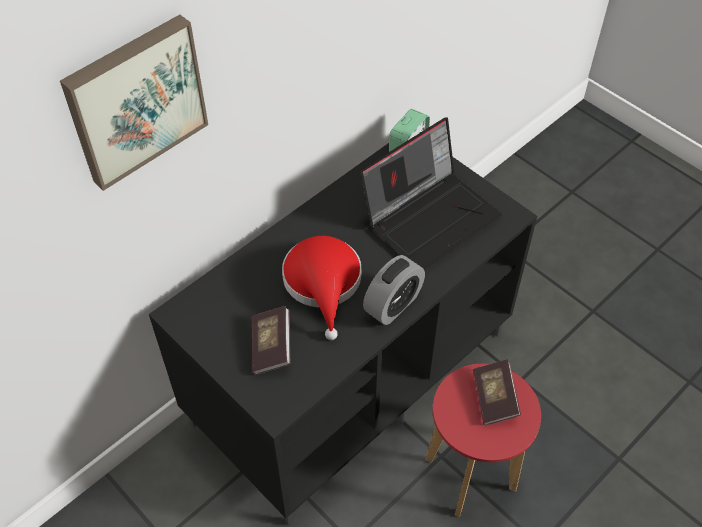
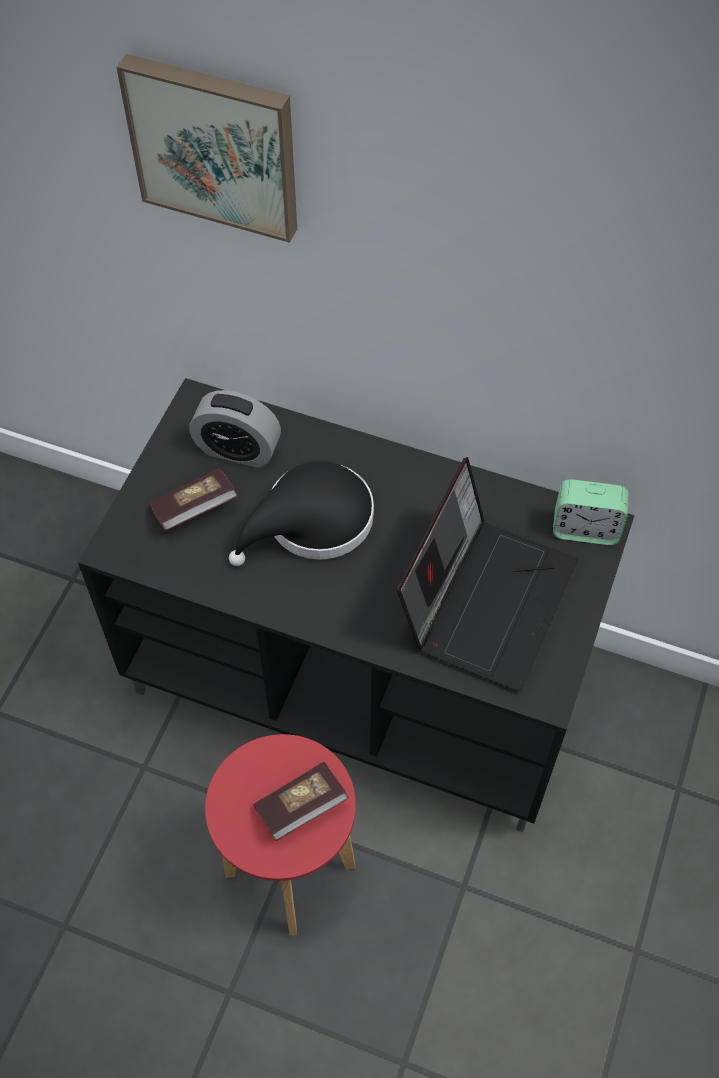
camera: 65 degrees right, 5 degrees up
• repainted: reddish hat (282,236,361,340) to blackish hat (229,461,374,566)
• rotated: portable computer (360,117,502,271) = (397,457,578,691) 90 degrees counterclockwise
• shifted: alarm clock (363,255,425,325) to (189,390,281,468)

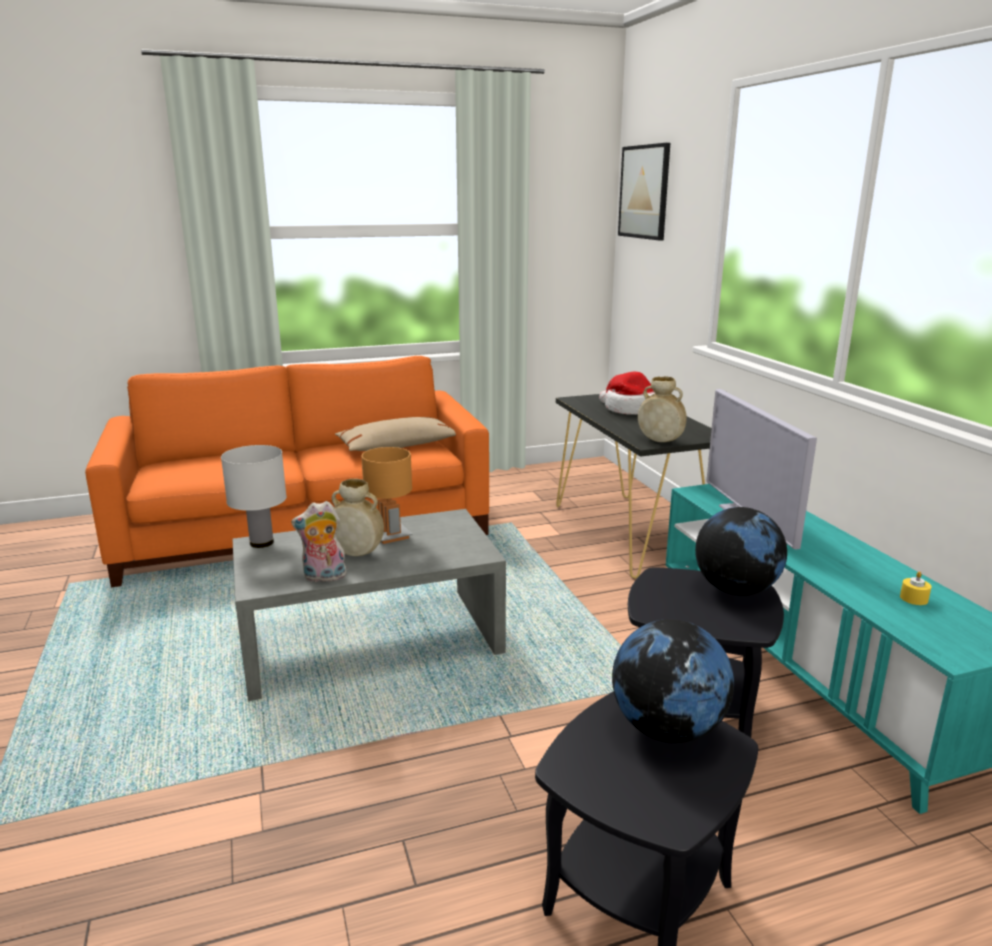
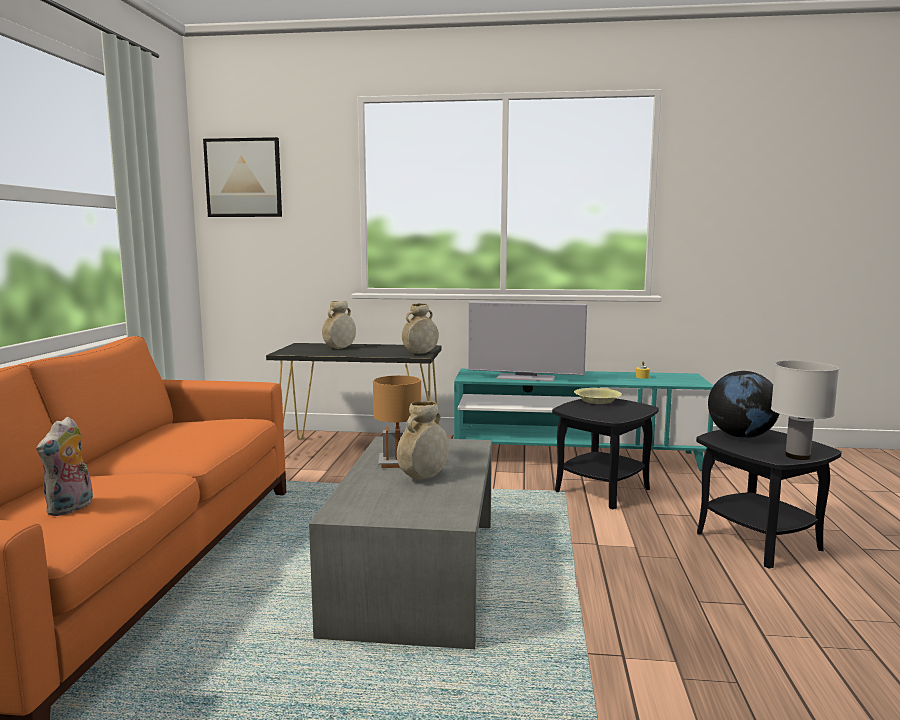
camera: 65 degrees left, 10 degrees down
• shifted: white table lamp (221,445,287,548) to (771,361,839,460)
• shifted: soft toy (291,501,347,582) to (36,417,93,516)
• gone: sand-coloured cushion (335,417,456,451)
• swapped: hat (599,372,655,415) to sand-coloured vase (322,301,356,349)
• swapped: desk globe (695,507,787,596) to yellow serving bowl (574,388,622,404)

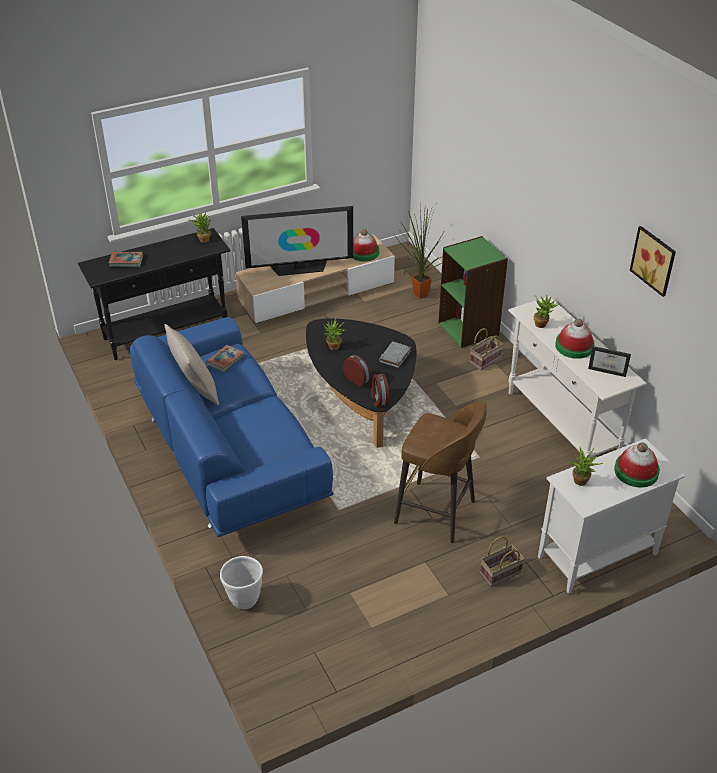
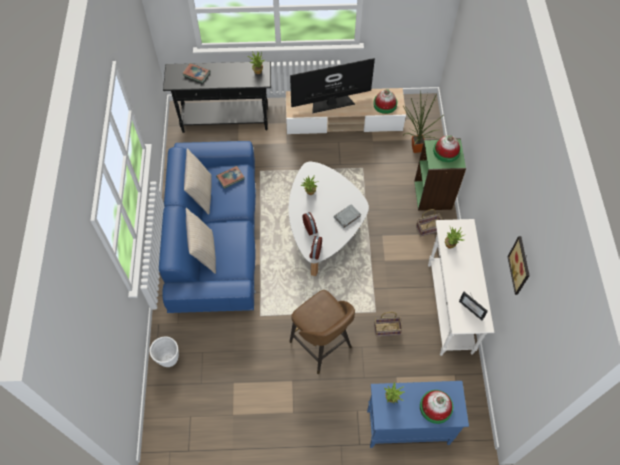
camera: 25 degrees right, 20 degrees up
• rotated: TV set (241,206,353,276) = (290,58,375,113) 150 degrees clockwise
• repainted: blackish coffee table (306,318,416,448) to white coffee table (288,162,369,276)
• shifted: household basket (480,536,525,587) to (374,312,403,336)
• repainted: white storage cabinet (538,438,685,594) to bluish storage cabinet (367,381,469,448)
• shifted: hat (555,319,595,359) to (433,135,461,162)
• new: sand-coloured cushion (186,208,216,274)

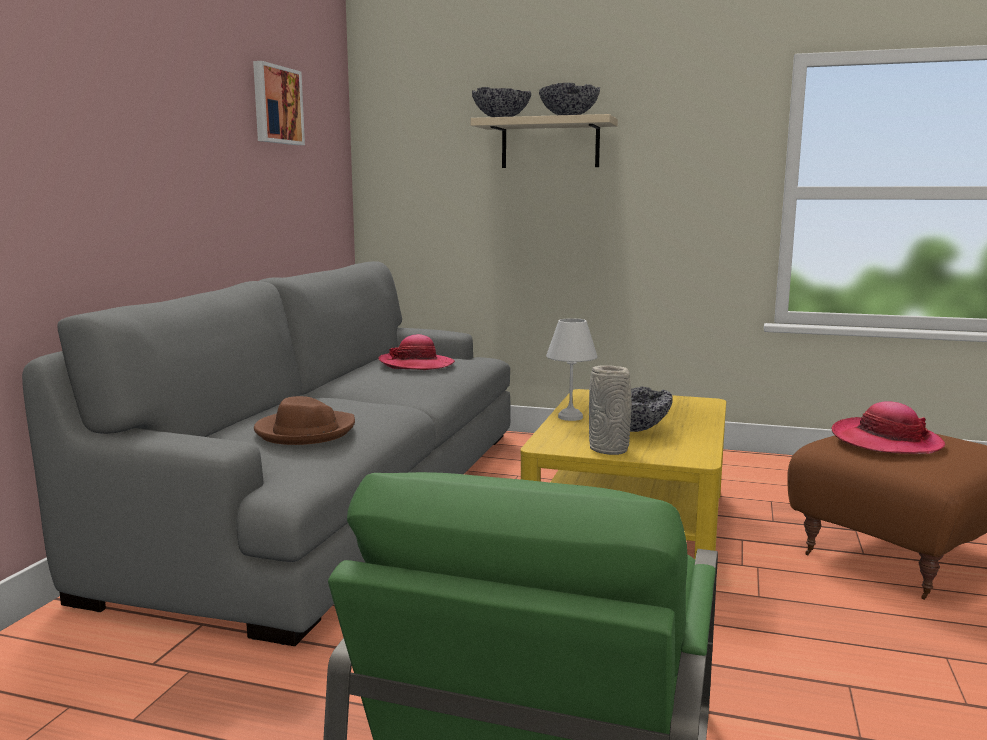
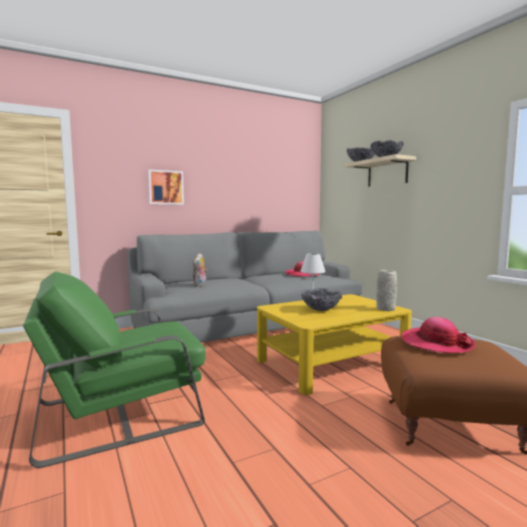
camera: 45 degrees right, 5 degrees down
• shifted: picture (253,61,305,145) to (148,170,184,205)
• swapped: brownish hat (254,396,355,445) to soft toy (193,253,207,287)
• shifted: gray vase (589,365,632,455) to (376,270,397,311)

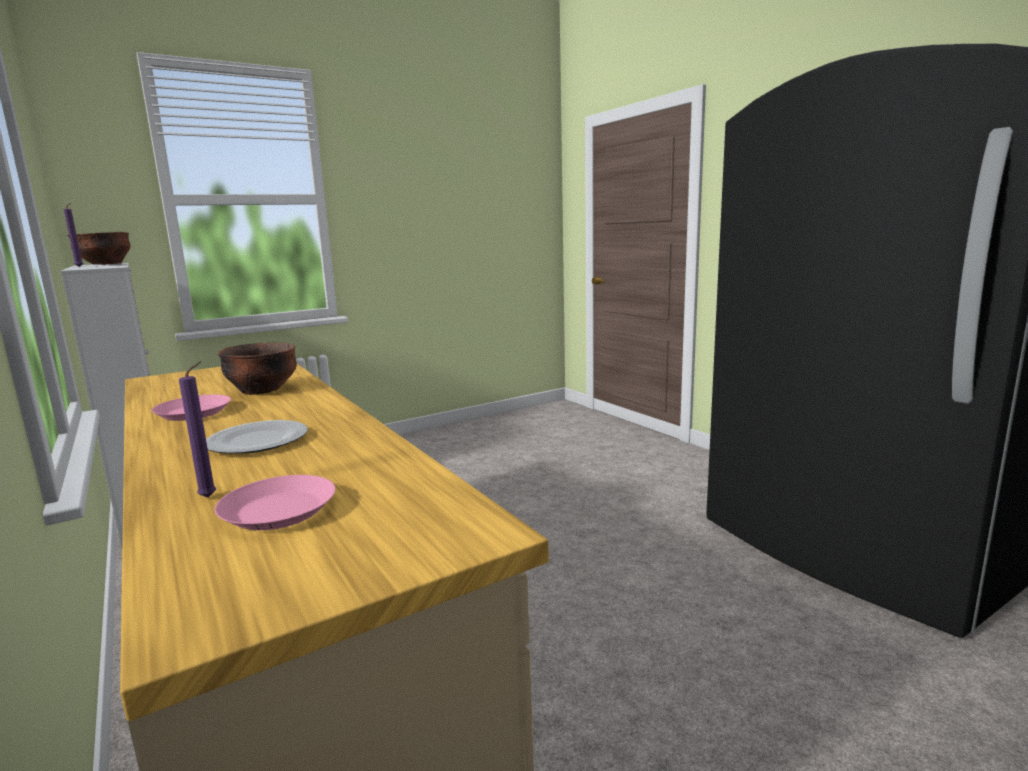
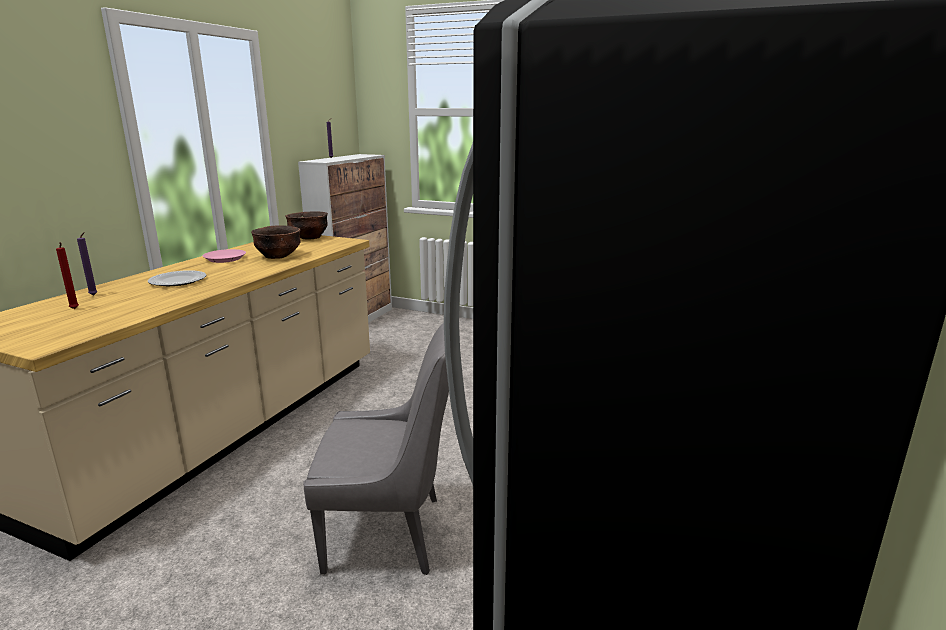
camera: 55 degrees right, 5 degrees up
• shifted: brownish serving bowl (67,232,131,265) to (285,211,328,240)
• swapped: pinkish plate (215,475,335,530) to reddish wax candle (56,242,79,309)
• new: gray upright chair (303,323,449,575)

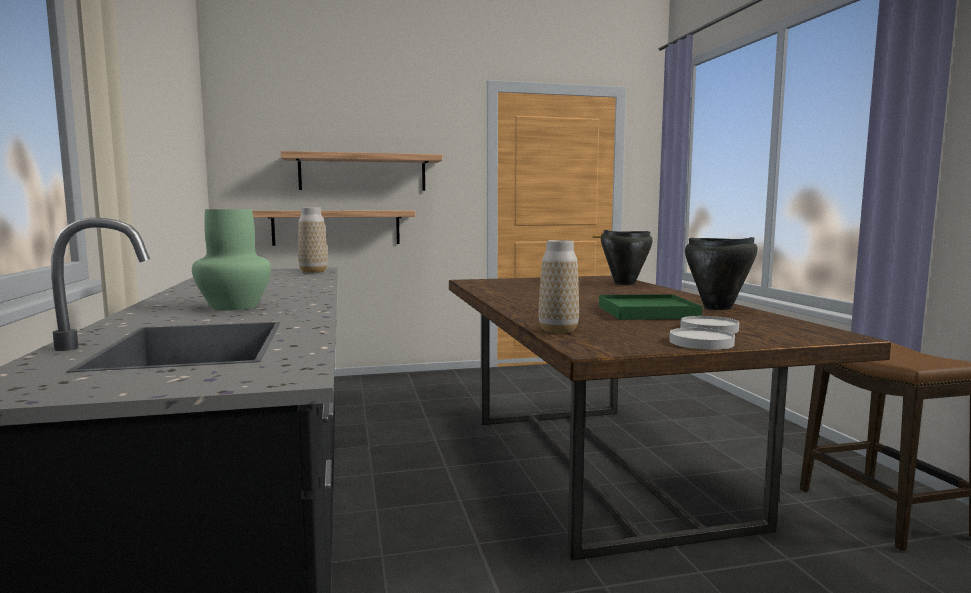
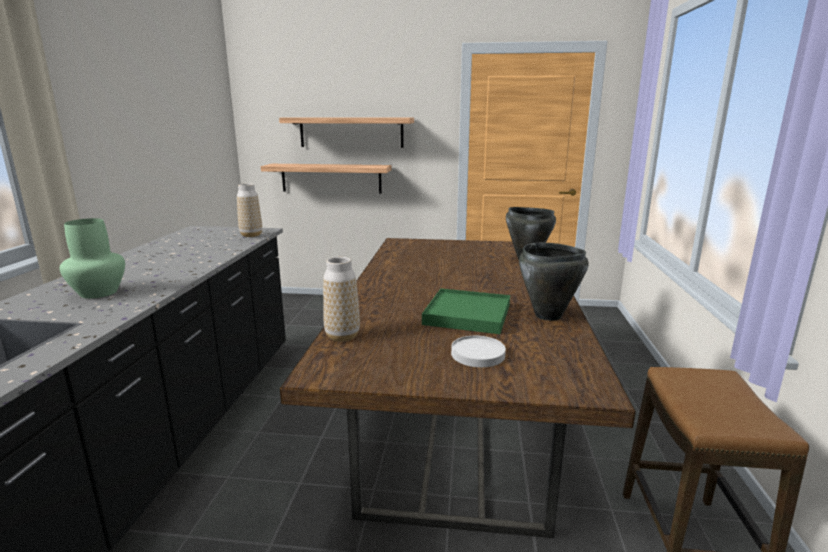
camera: 20 degrees right, 10 degrees up
• gone: white plate (669,328,735,350)

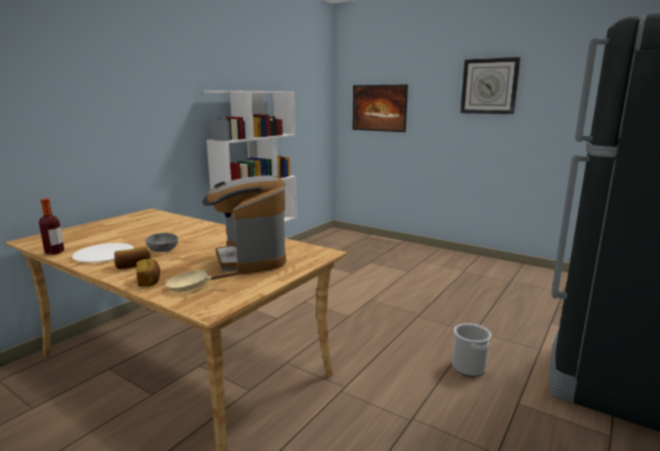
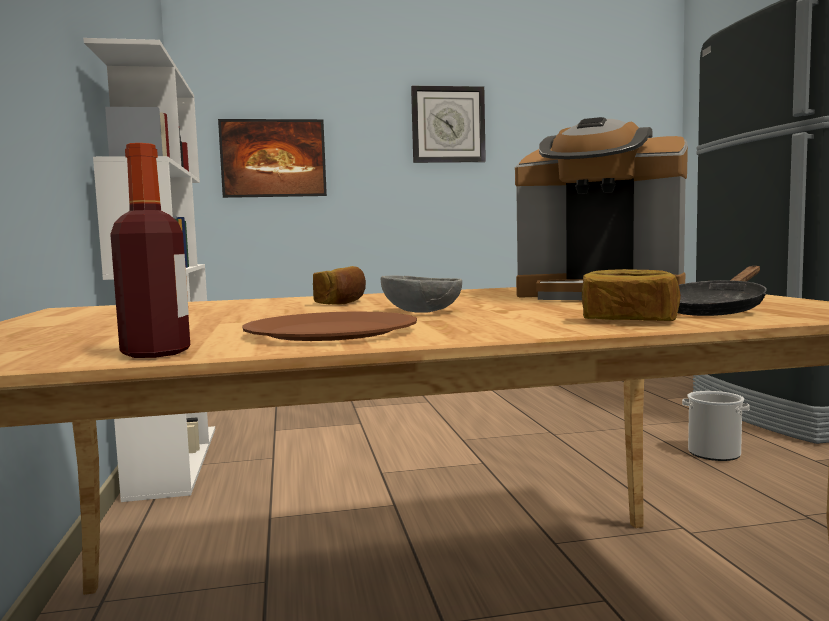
camera: 45 degrees left, 10 degrees down
• repainted: white plate (72,243,134,263) to brownish plate (242,311,417,341)
• shifted: bread (114,247,151,269) to (313,266,366,305)
• repainted: sand-coloured frying pan (166,270,239,292) to blackish frying pan (678,266,767,316)

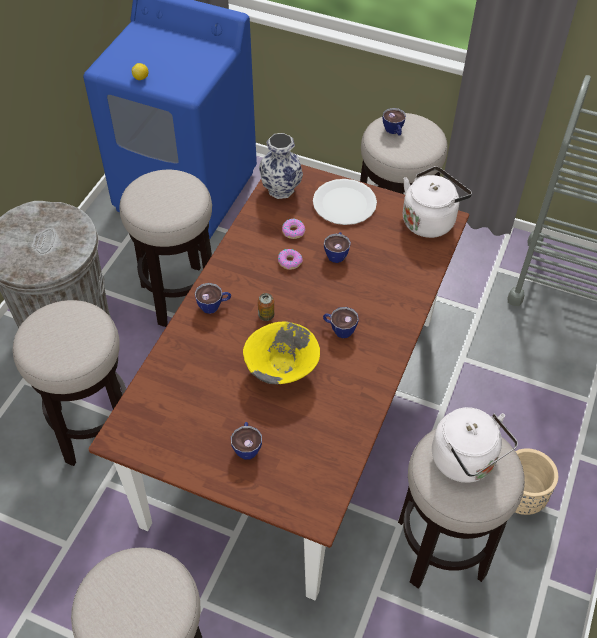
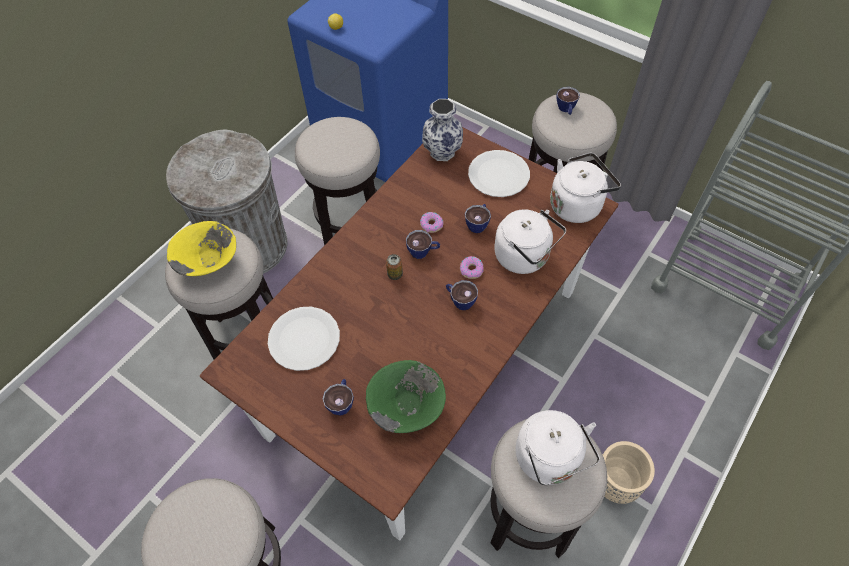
camera: 15 degrees right, 5 degrees up
• shifted: small cup (195,283,231,314) to (406,230,440,259)
• shifted: yellow serving bowl (243,321,320,384) to (167,221,236,276)
• shifted: doughnut (282,219,305,239) to (460,256,484,279)
• new: white plate (268,307,340,371)
• new: green-coloured serving bowl (366,360,446,433)
• new: white kettle (494,209,566,274)

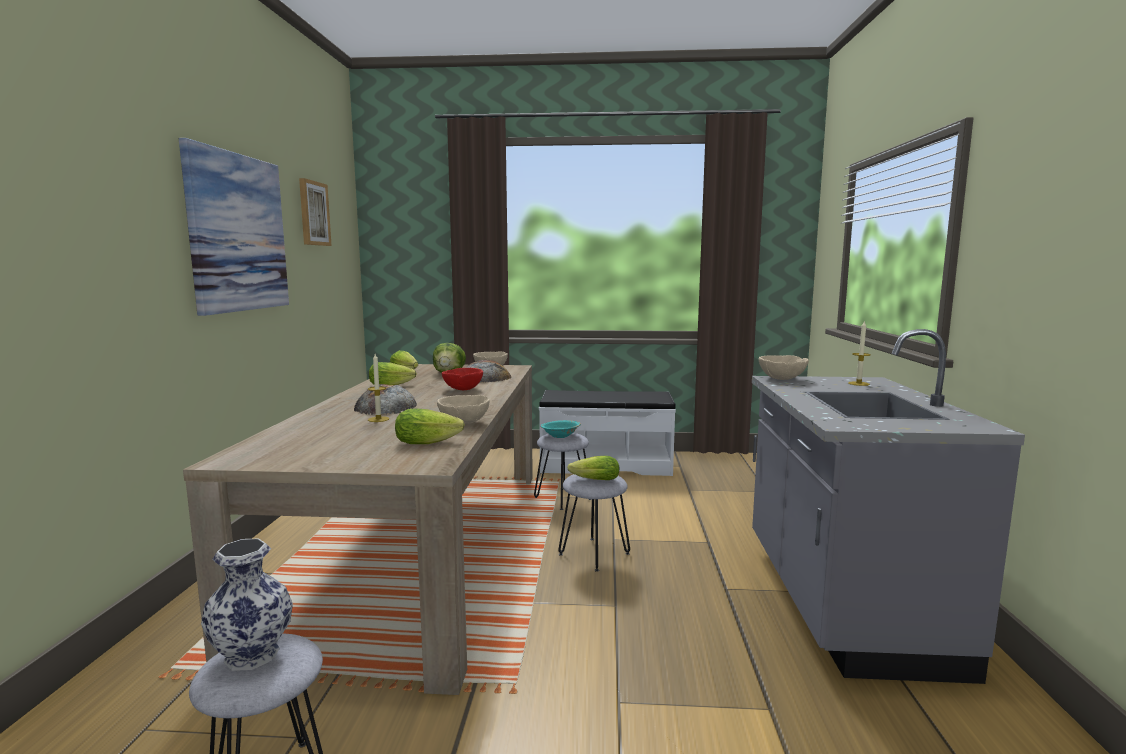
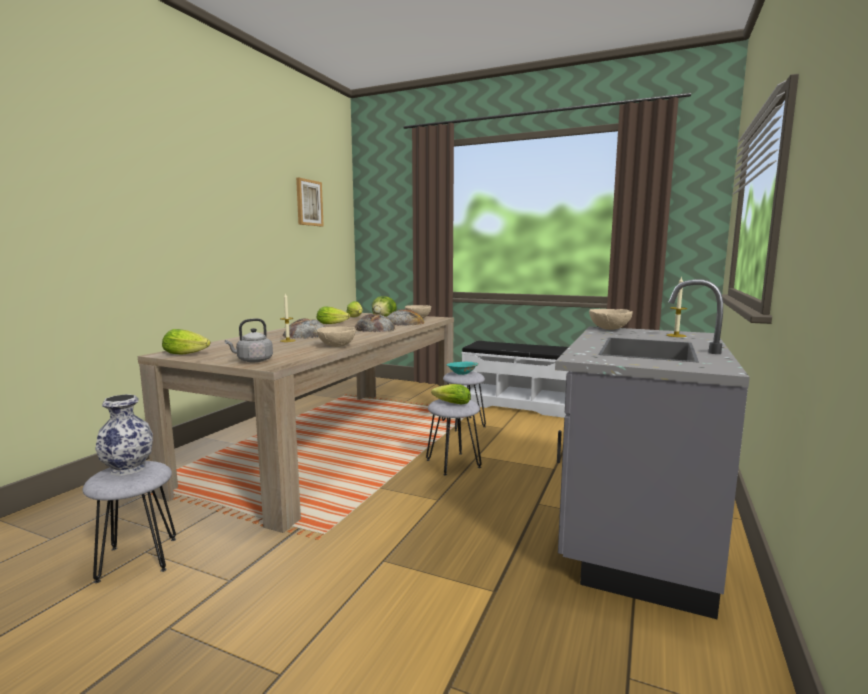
camera: 20 degrees right, 0 degrees up
• gone: picture (179,138,289,316)
• shifted: lettuce head (395,408,465,444) to (162,329,210,355)
• swapped: reddish serving bowl (442,368,483,390) to bread (355,314,395,332)
• new: gray kettle (225,318,273,362)

